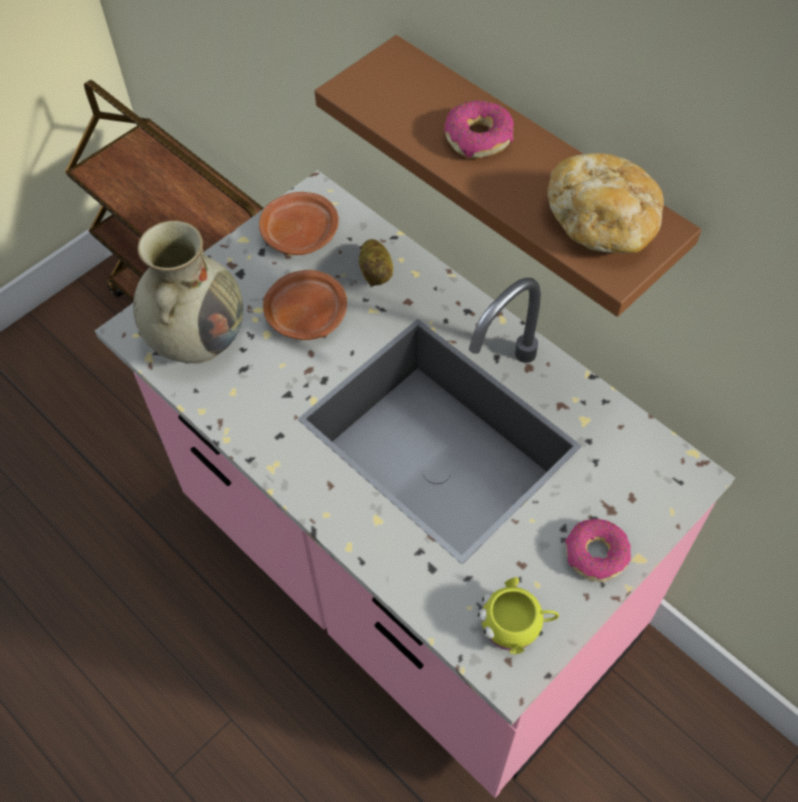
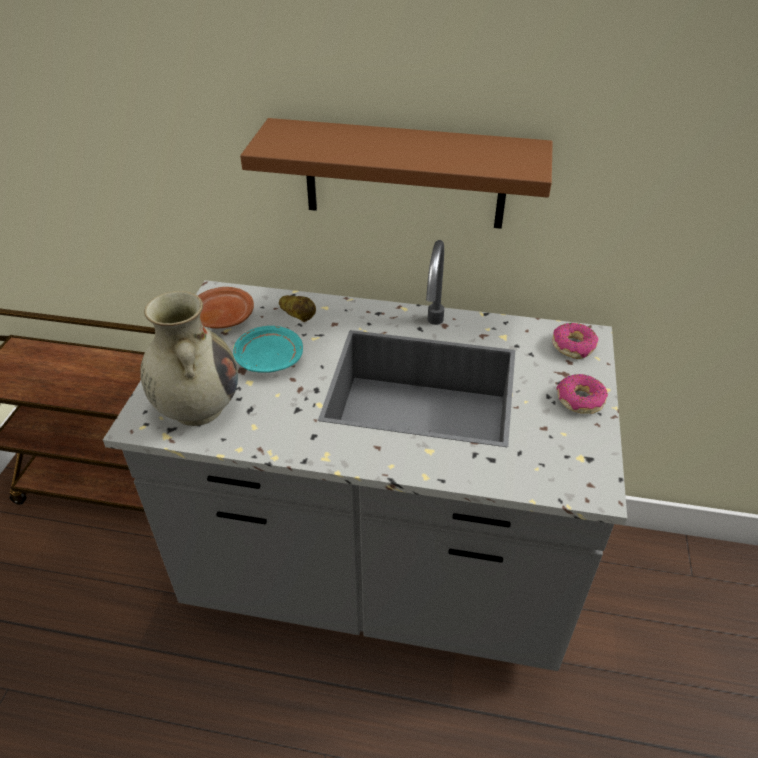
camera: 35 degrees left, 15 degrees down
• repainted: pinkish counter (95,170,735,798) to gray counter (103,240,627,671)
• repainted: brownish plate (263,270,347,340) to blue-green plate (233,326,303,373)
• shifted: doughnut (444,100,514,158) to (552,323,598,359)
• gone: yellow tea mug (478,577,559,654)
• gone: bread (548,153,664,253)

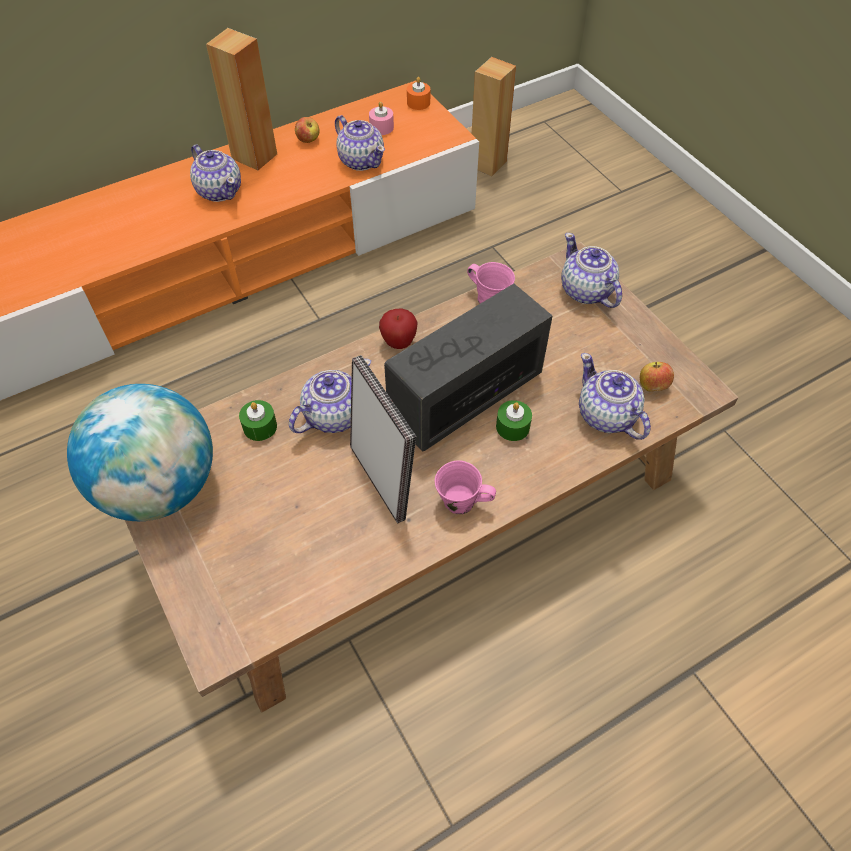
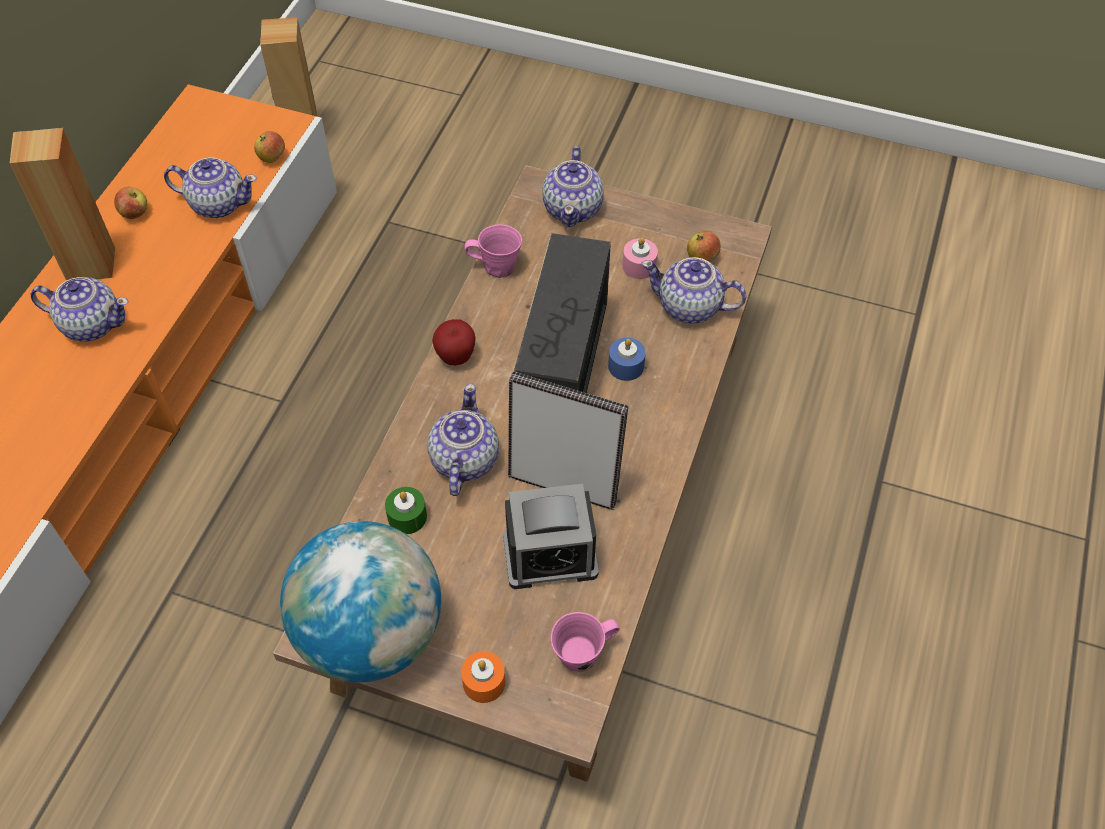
camera: 40 degrees left, 0 degrees up
• shifted: pinkish wax candle (369,101,394,135) to (623,238,658,279)
• shifted: orange wax candle (407,77,430,110) to (461,651,505,703)
• shifted: pinkish tea mug (435,460,496,514) to (551,612,620,672)
• repainted: green-coloured wax candle (496,400,532,441) to bluish wax candle (608,337,646,381)
• rotated: teapot (561,233,622,308) = (543,146,604,227) 105 degrees counterclockwise
• new: apple (254,131,285,163)
• new: alarm clock (503,484,599,589)

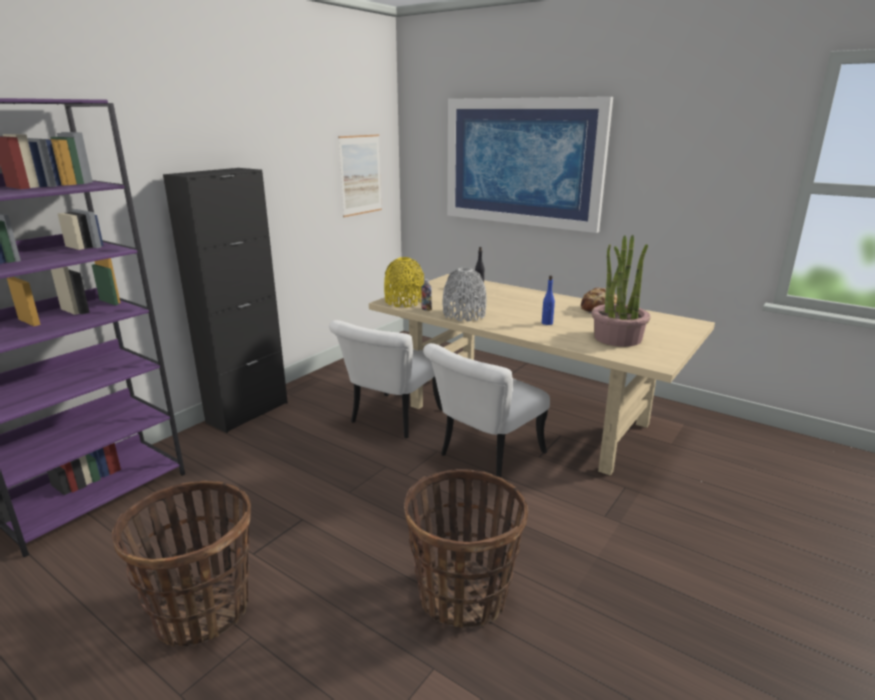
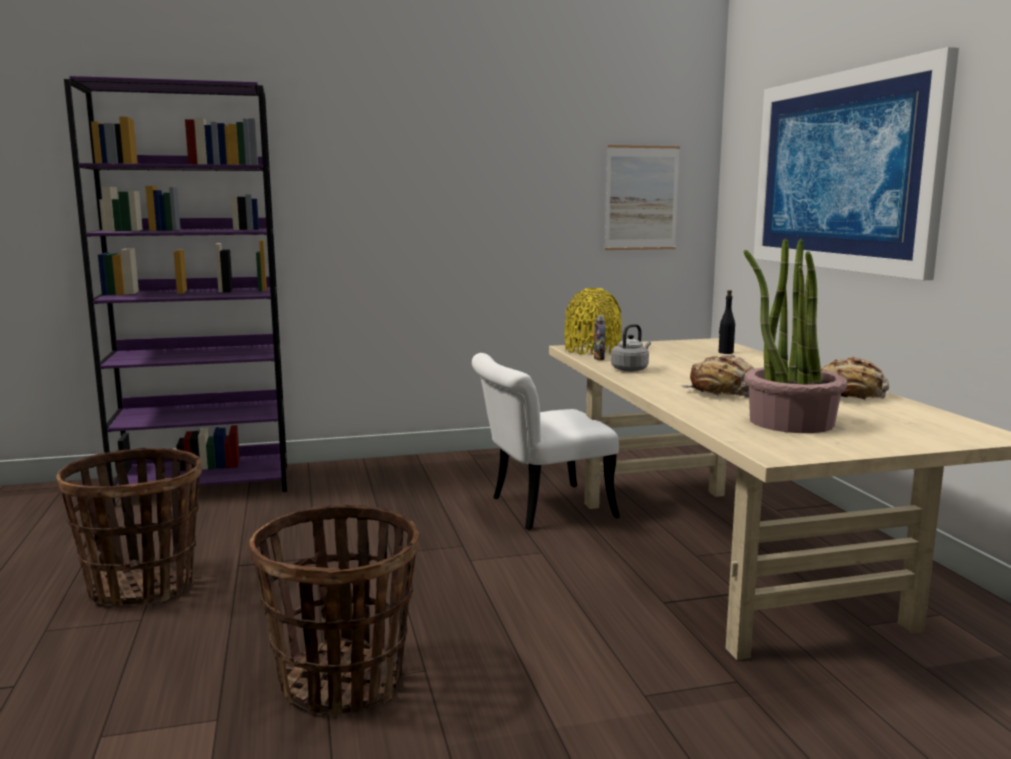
camera: 40 degrees right, 10 degrees down
• gone: blackish storage cabinet (163,168,288,433)
• gone: white upright chair (423,343,550,477)
• swapped: gray vase (442,268,486,322) to gray kettle (611,324,651,372)
• swapped: bluish drink bottle (542,276,555,325) to bread (679,355,754,397)

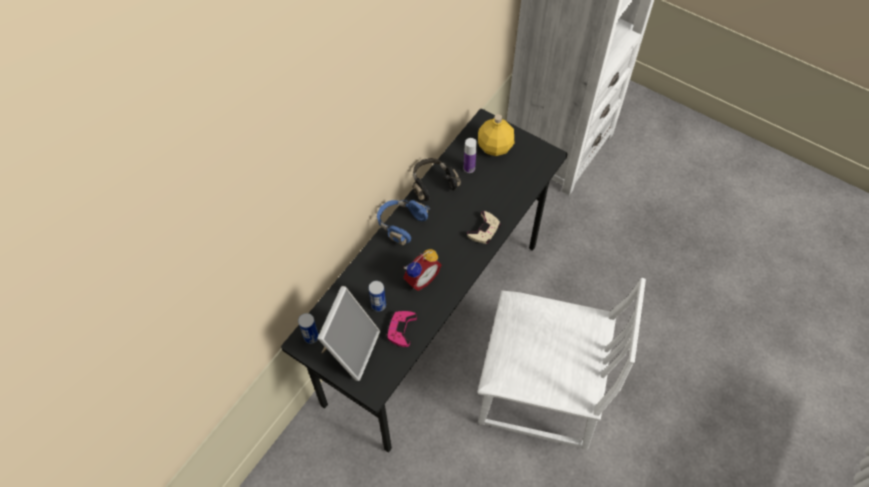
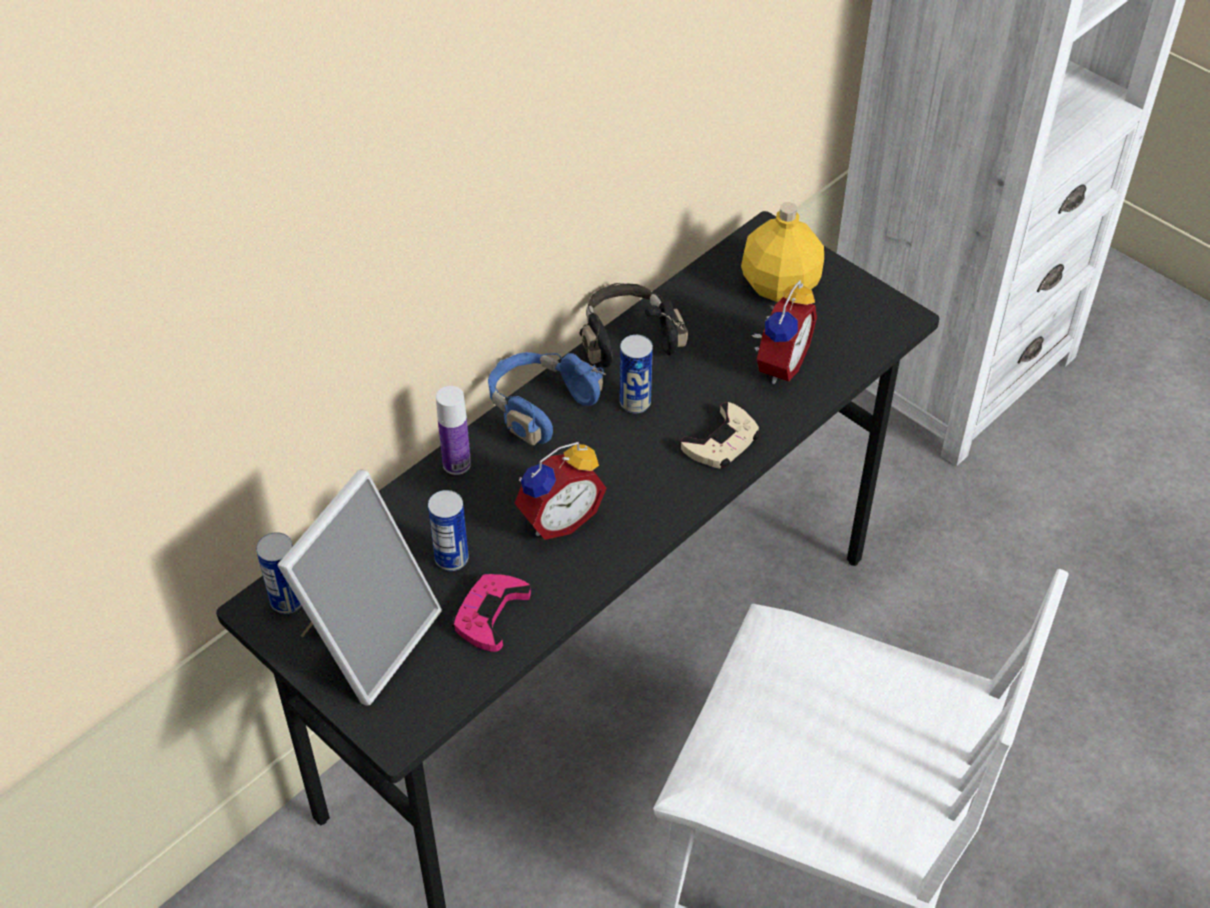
camera: 10 degrees right, 10 degrees down
• shifted: drink bottle (464,138,477,173) to (436,386,471,475)
• new: metal can (620,335,653,413)
• new: alarm clock (752,280,817,384)

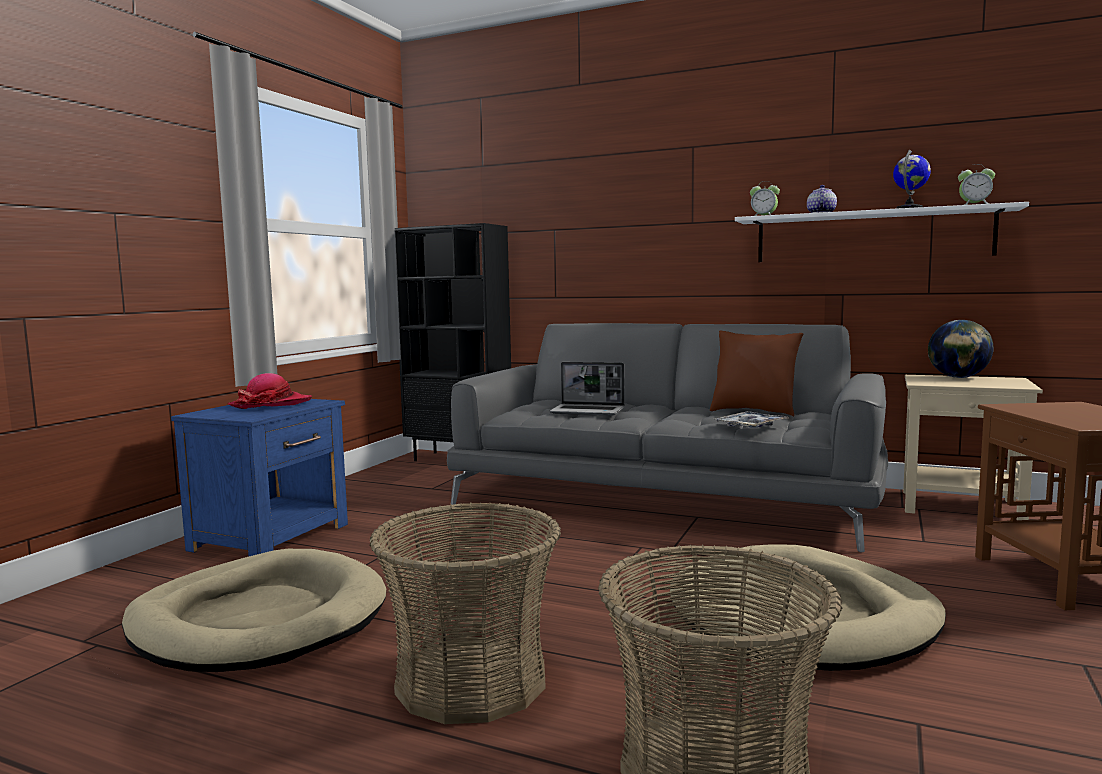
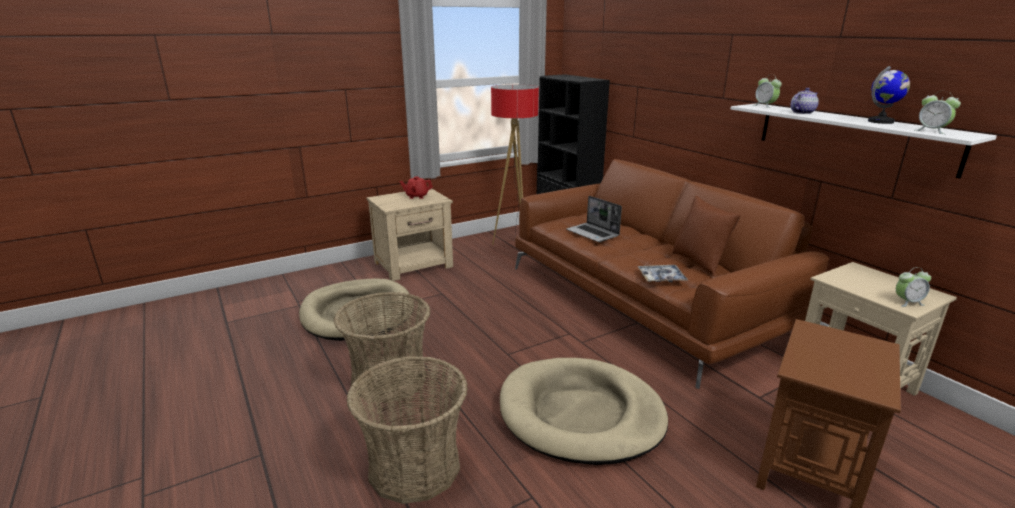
camera: 35 degrees right, 15 degrees up
• repainted: bluish night table (171,399,348,557) to sand-coloured night table (367,188,453,281)
• swapped: hat (227,373,312,409) to reddish teapot (399,176,433,199)
• repainted: gray settee (447,323,888,552) to brownish settee (515,159,829,389)
• gone: desk globe (928,320,994,378)
• new: standing lamp (491,84,539,245)
• new: alarm clock (896,267,931,307)

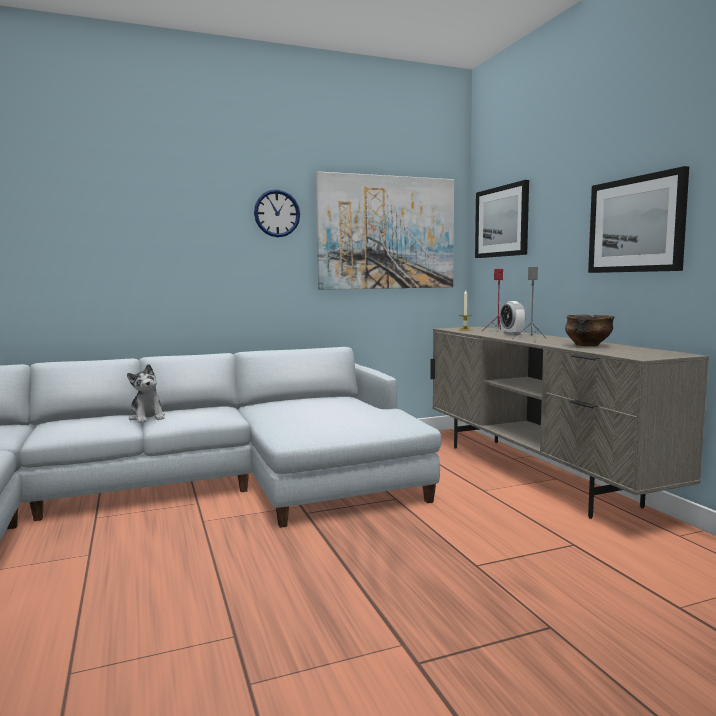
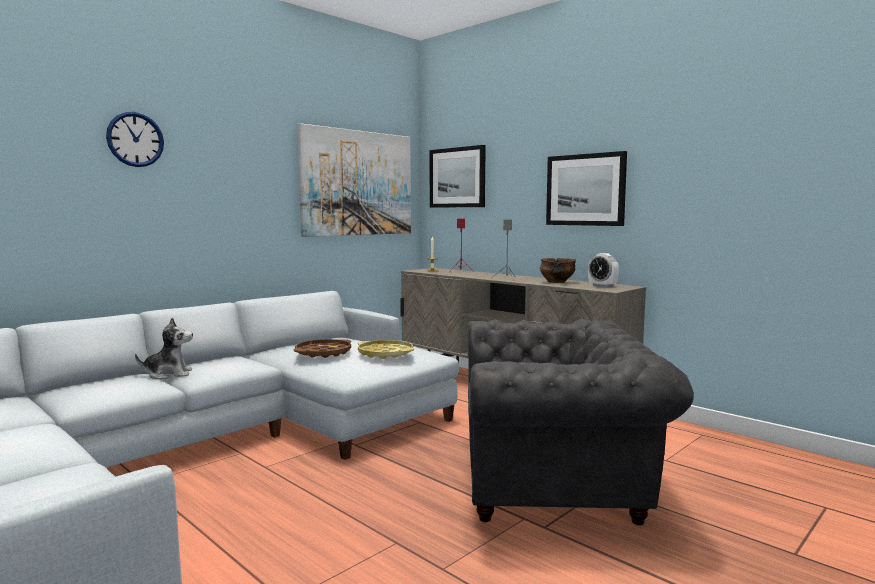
camera: 25 degrees left, 0 degrees up
• rotated: soft toy (127,364,165,423) = (135,317,193,379) 45 degrees counterclockwise
• shifted: clock on the wall (254,189,300,237) to (106,112,164,167)
• shifted: alarm clock (500,301,526,335) to (588,253,619,288)
• new: brownish serving tray (294,339,351,358)
• new: yellow serving tray (358,340,414,359)
• new: gray lounge chair (468,319,694,525)

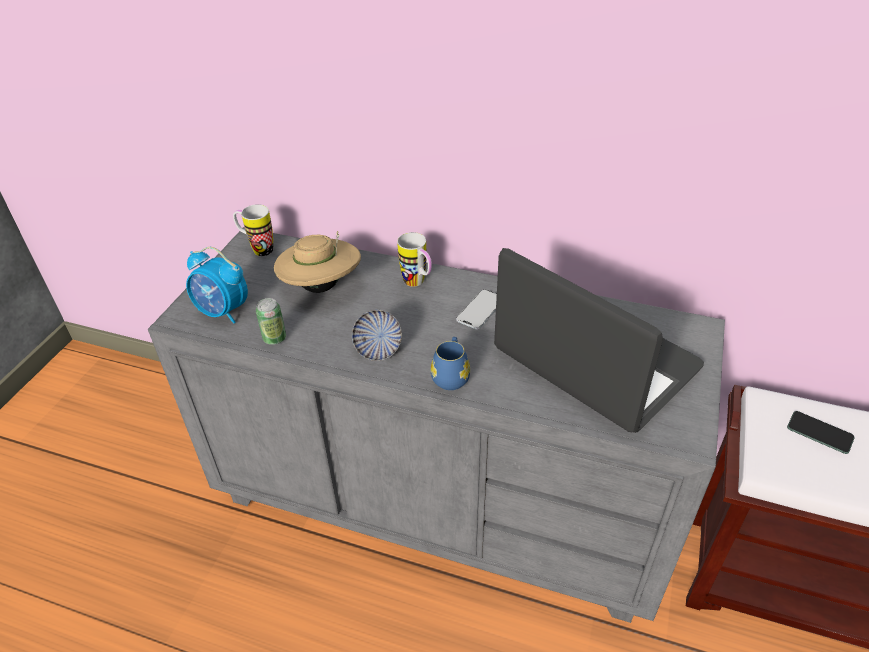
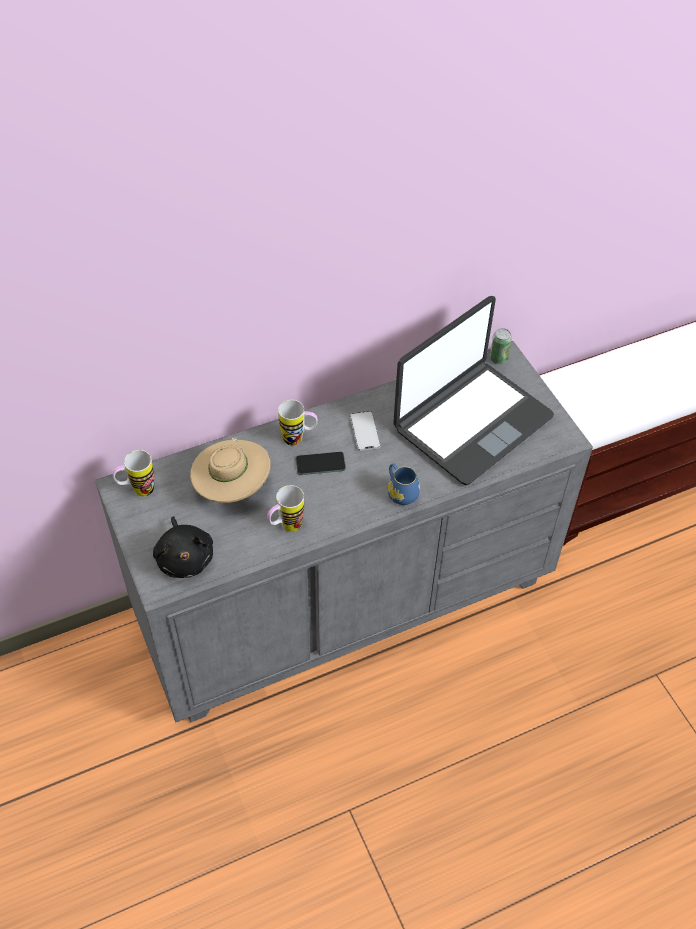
camera: 45 degrees left, 10 degrees up
• swapped: alarm clock (186,247,248,323) to blackish soft toy (153,516,213,578)
• shifted: metal can (256,298,286,345) to (490,328,512,364)
• gone: serving bowl (352,310,402,361)
• rotated: portable computer (494,248,704,433) = (393,296,554,485) 135 degrees clockwise
• shifted: handset (787,411,855,454) to (296,452,346,475)
• new: tea mug (267,485,304,532)

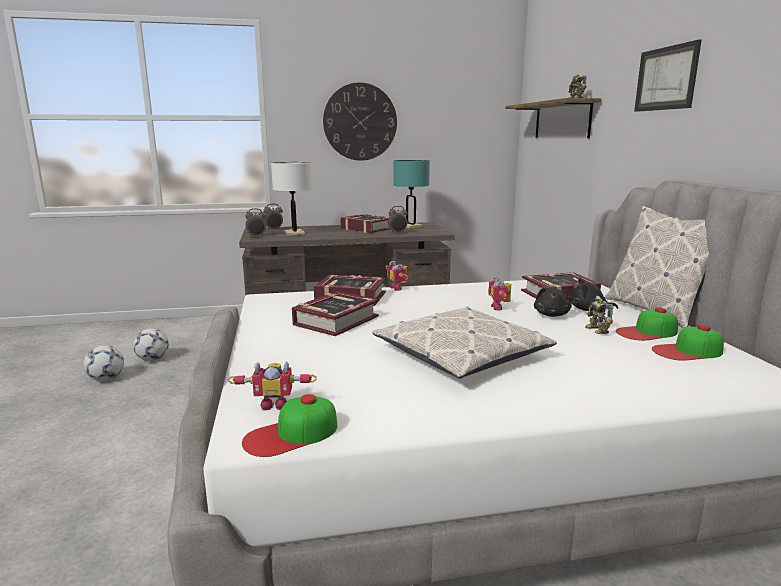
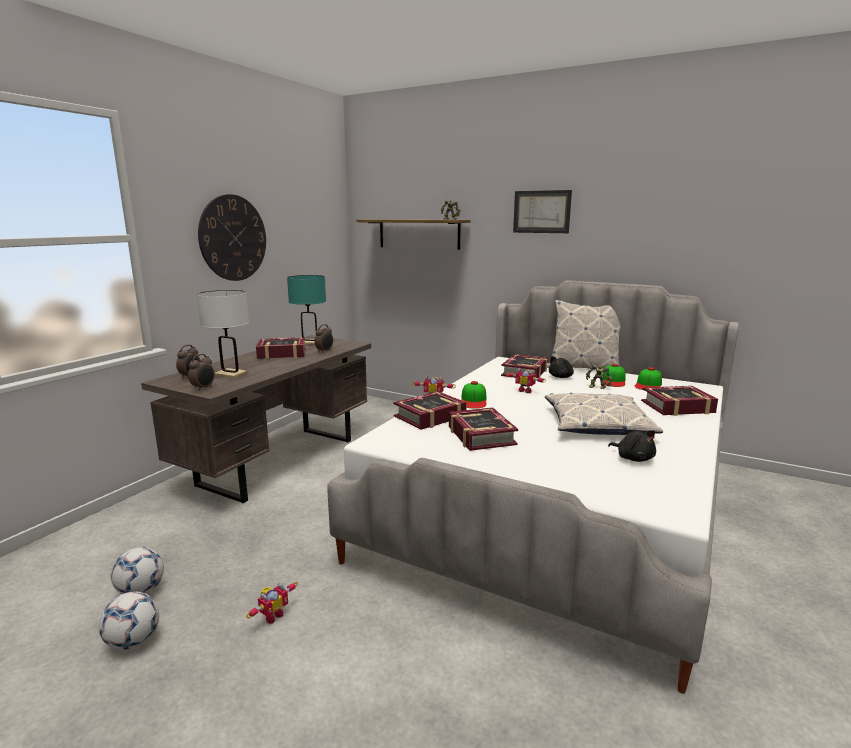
camera: 50 degrees left, 0 degrees up
• shifted: model robot (228,362,317,410) to (246,582,298,624)
• shifted: baseball cap (242,394,337,457) to (461,381,487,409)
• shifted: blackish soft toy (534,287,572,317) to (608,430,656,462)
• new: volume (641,386,718,416)

